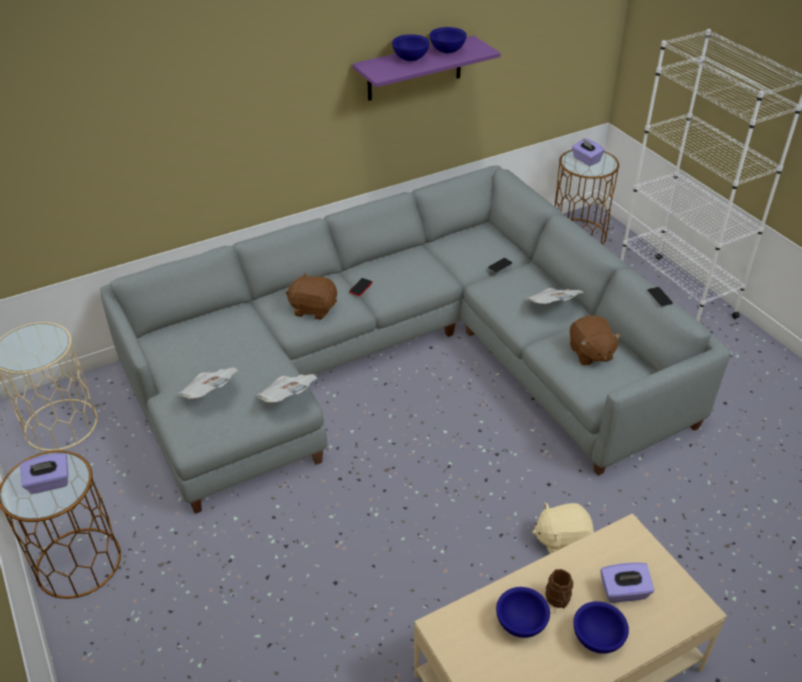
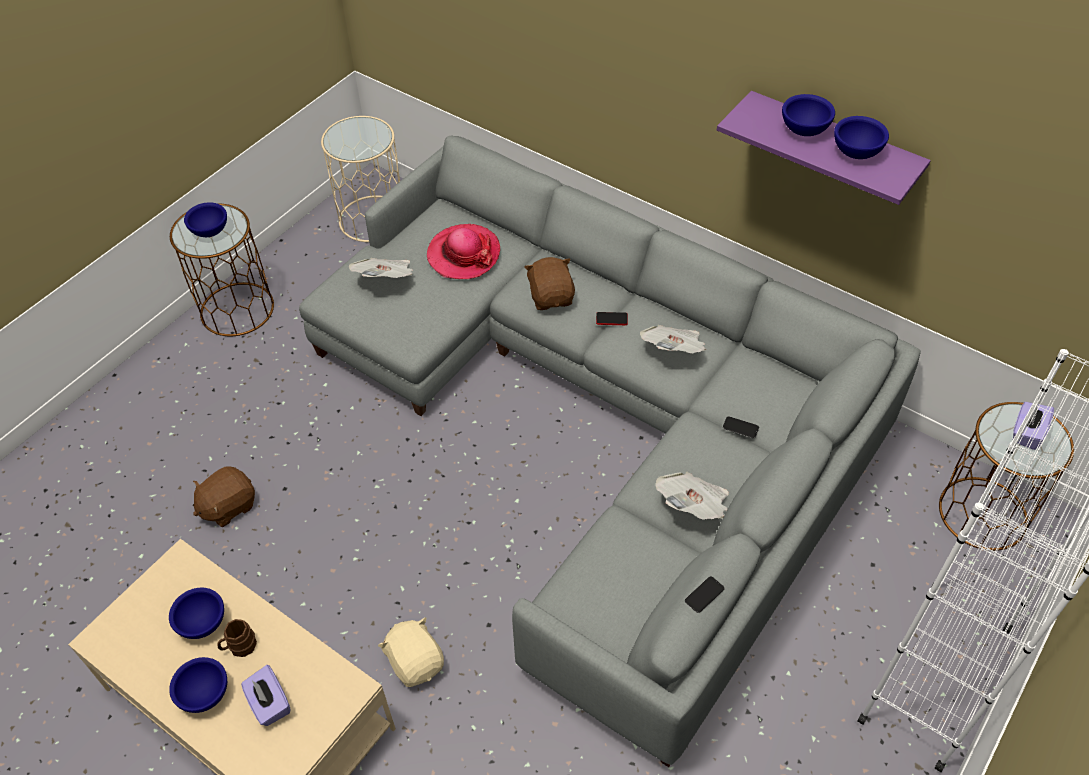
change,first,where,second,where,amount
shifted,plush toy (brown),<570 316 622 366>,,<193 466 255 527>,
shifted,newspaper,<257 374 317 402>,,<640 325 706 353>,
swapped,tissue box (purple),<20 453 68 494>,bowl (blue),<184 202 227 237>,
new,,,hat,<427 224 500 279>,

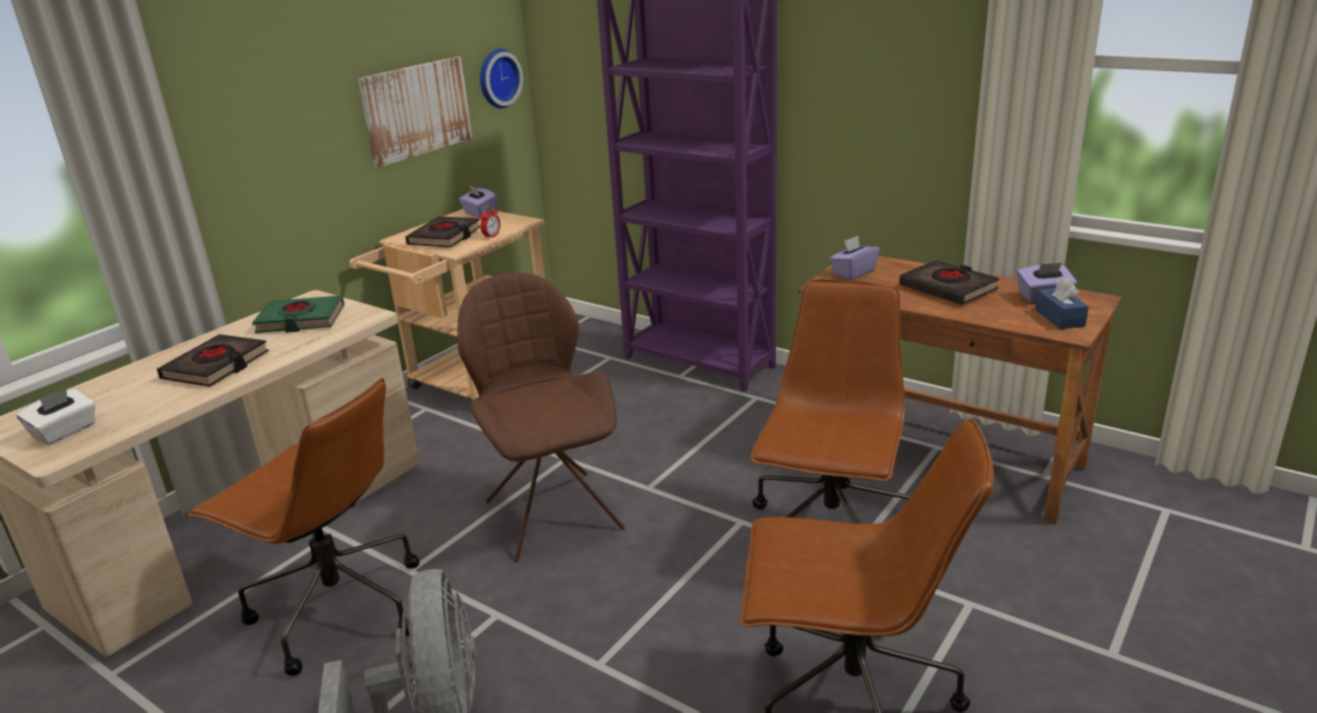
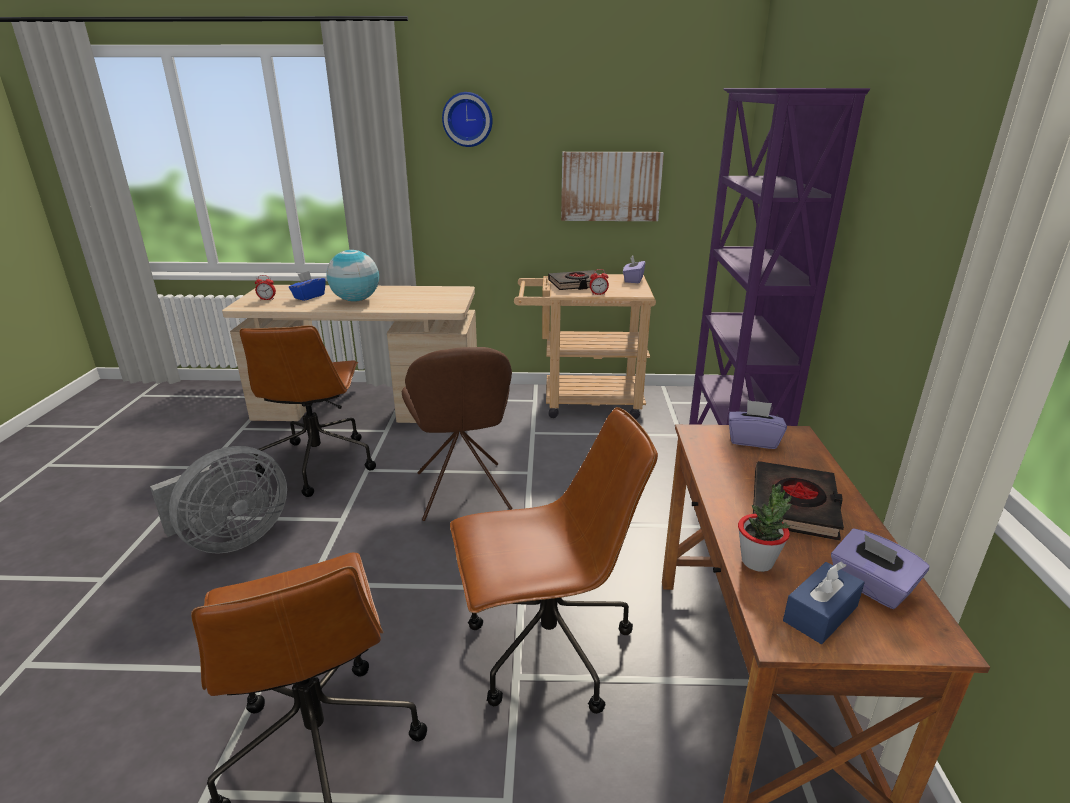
change,first,where,second,where,amount
shifted,wall clock,<480 49 523 108>,,<442 92 493 147>,
rotated,chair (brown),<457 273 625 562>,,<402 347 512 521>,135 degrees clockwise
gone,book (green),<252 295 344 333>,,,
swapped,book (black),<157 334 269 387>,globe,<326 250 379 302>,
swapped,tissue box (white),<16 388 96 445>,alarm clock,<255 275 276 300>,
new,,,tissue box (blue),<289 271 326 301>,
new,,,potted plant,<738 484 792 572>,

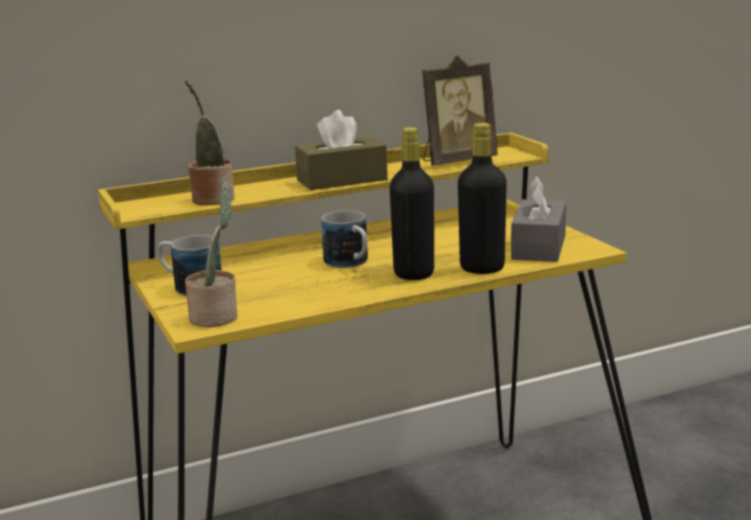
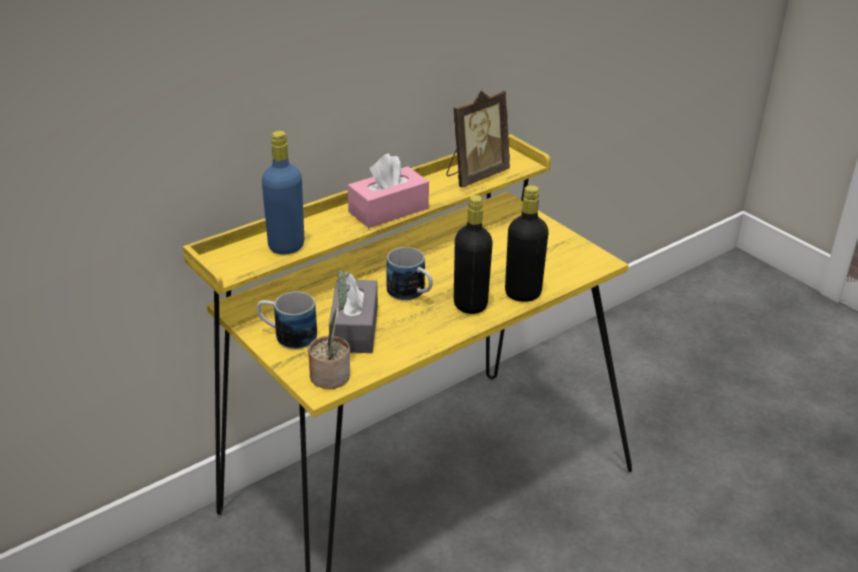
change,first,where,second,where,amount
swapped,potted plant,<185 80 235 205>,bottle (blue),<262 131 304 255>,
repainted,tissue box (brown),<295 110 388 190>,tissue box (pink),<348 153 429 228>,
shifted,tissue box (grey),<511 176 566 262>,,<329 272 378 353>,

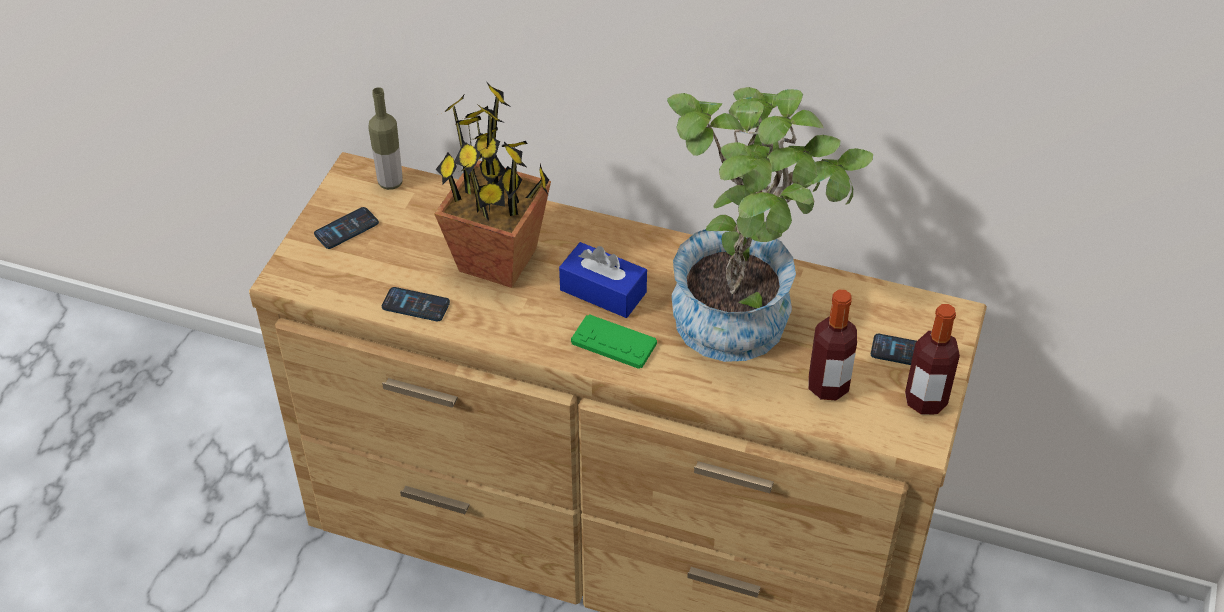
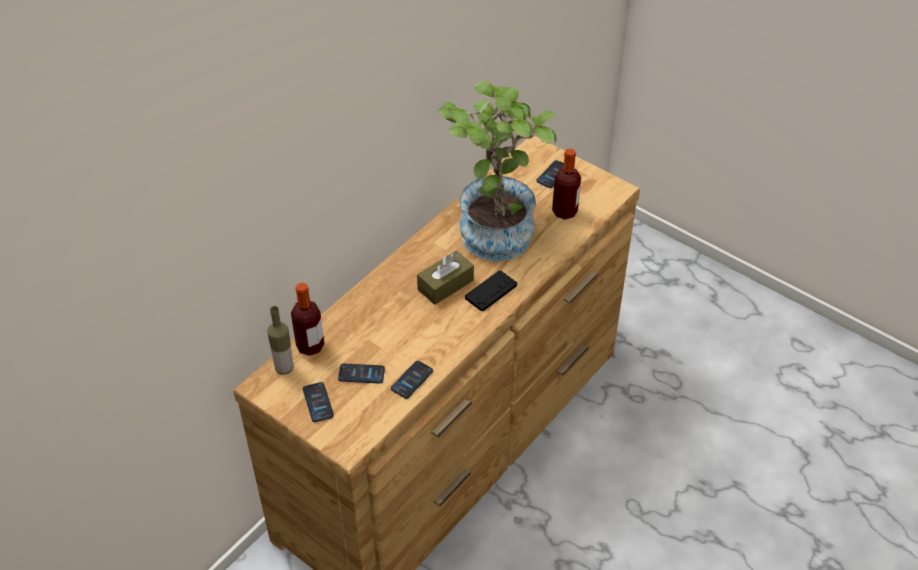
change,first,where,second,where,amount
gone,potted plant,<434 81 551 288>,,,
repainted,tissue box (blue),<559 242 647 318>,tissue box (brown),<417 251 474 305>,
shifted,bottle,<905 304 960 415>,,<291 283 324 356>,
repainted,game controller (green),<571 314 657 369>,game controller (black),<465 271 517 311>,
new,,,phone,<338 363 385 383>,

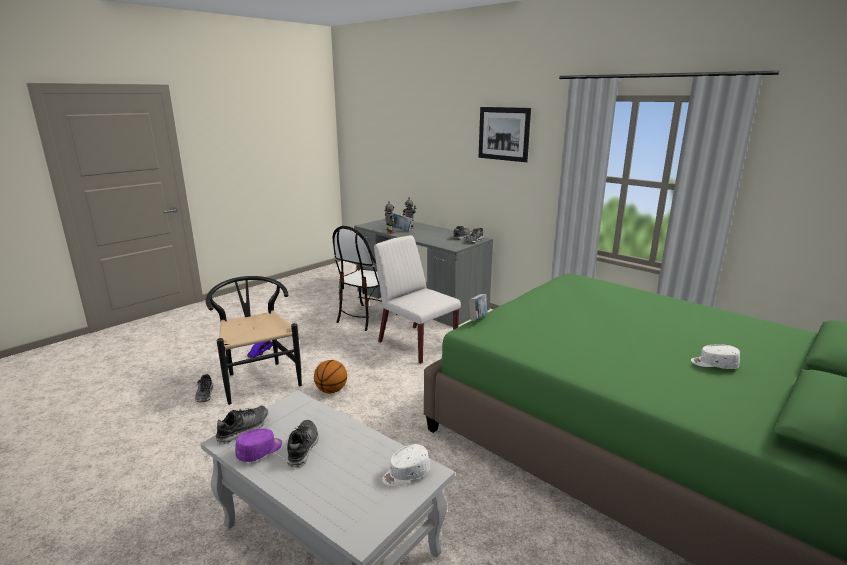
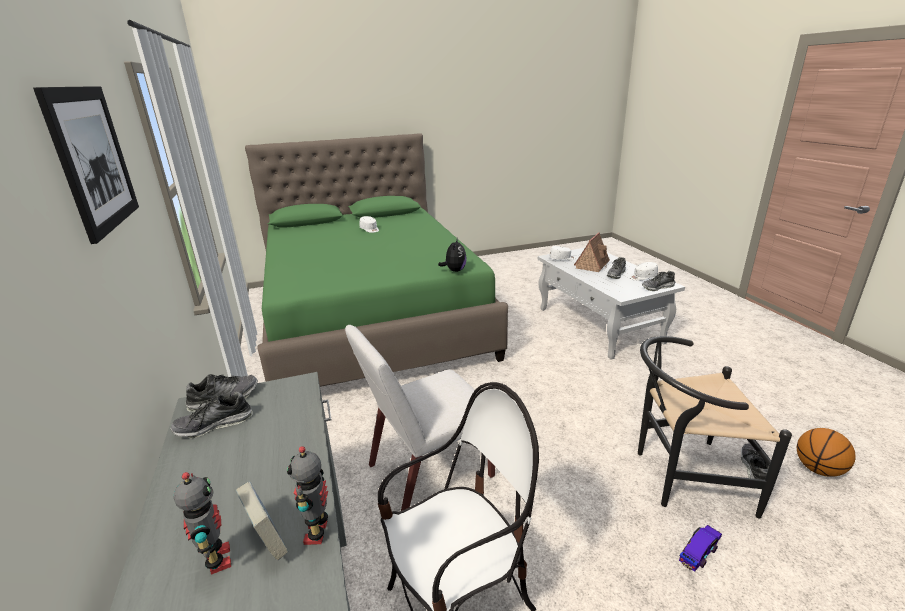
change,first,where,second,where,amount
rotated,chair (white),<374 235 461 364>,,<345 325 495 511>,75 degrees clockwise
rotated,chair (black),<206 276 302 405>,,<638 336 792 519>,90 degrees clockwise
swapped,book,<469 294 488 321>,plush toy,<438 238 467 272>,
shifted,basketball,<314 360 347 393>,,<797 428 856 477>,
repainted,cap (purple),<235 428 282 462>,cap (white),<630 262 658 281>,
new,,,toy house,<574 232 610 272>,

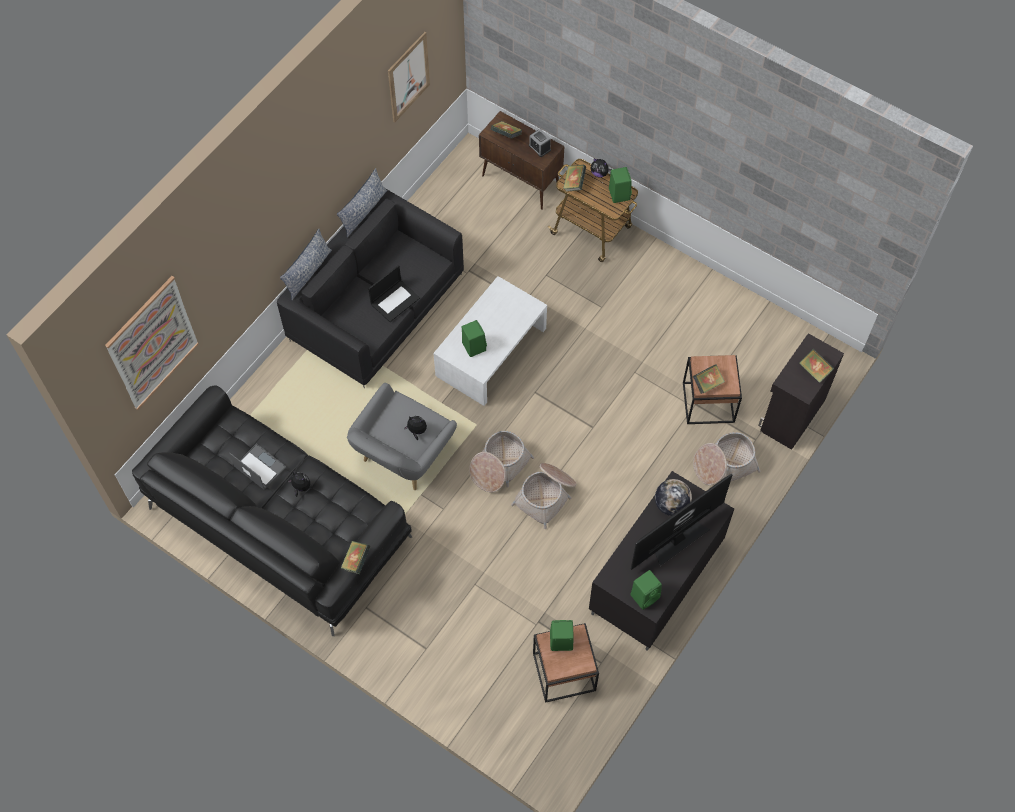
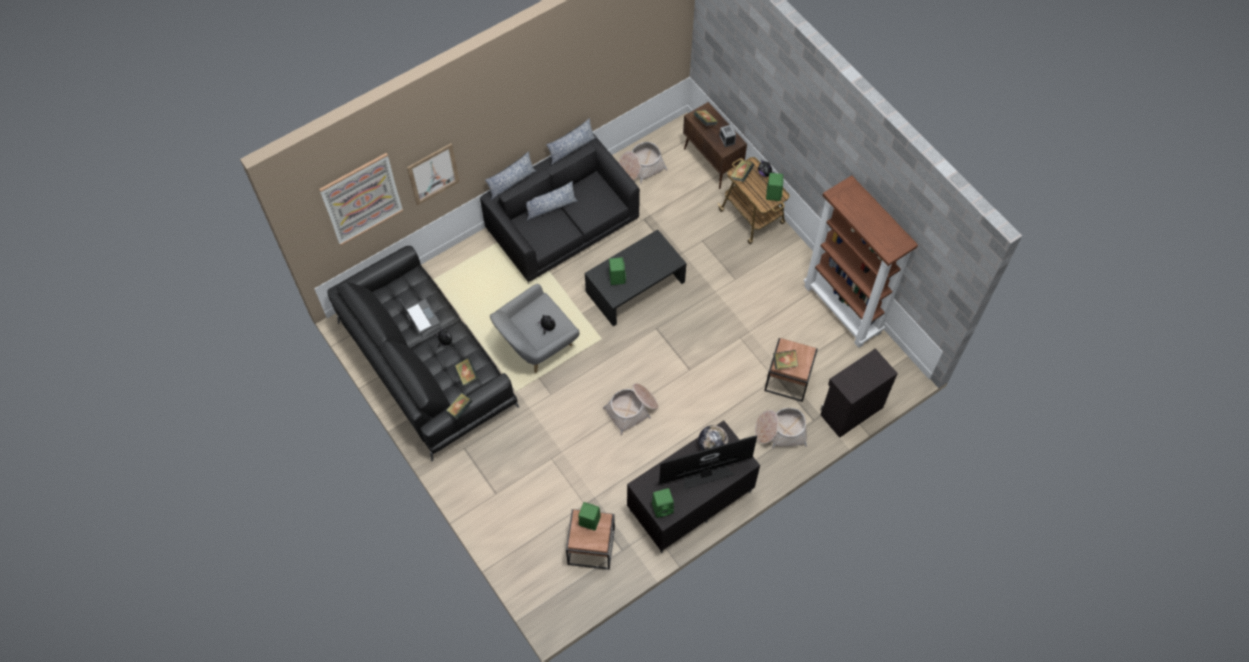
change,first,where,second,where,amount
shifted,picture,<388 32 430 123>,,<407 143 460 206>,
gone,laptop,<368 265 420 322>,,,
repainted,coffee table (white),<433 276 547 406>,coffee table (black),<585 229 687 326>,
shifted,book,<799 349 834 383>,,<455 358 478 386>,
shifted,basket,<469 431 534 492>,,<618 142 668 183>,
new,,,bookcase (brown),<804 175 918 348>,
new,,,pillow,<526 181 577 221>,

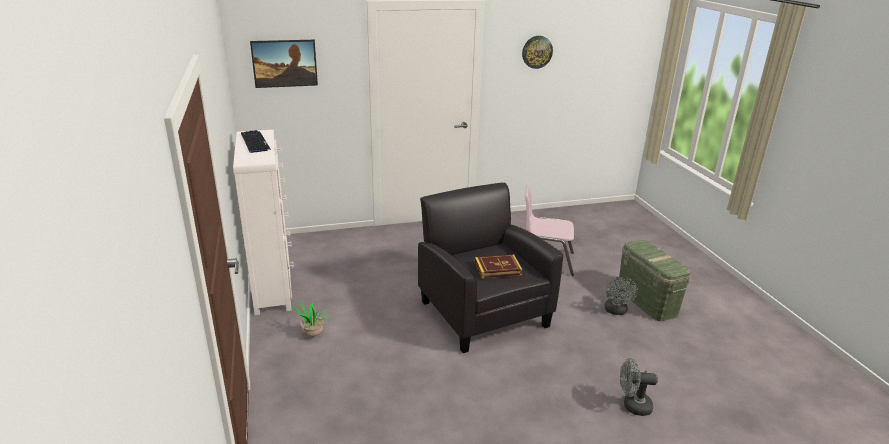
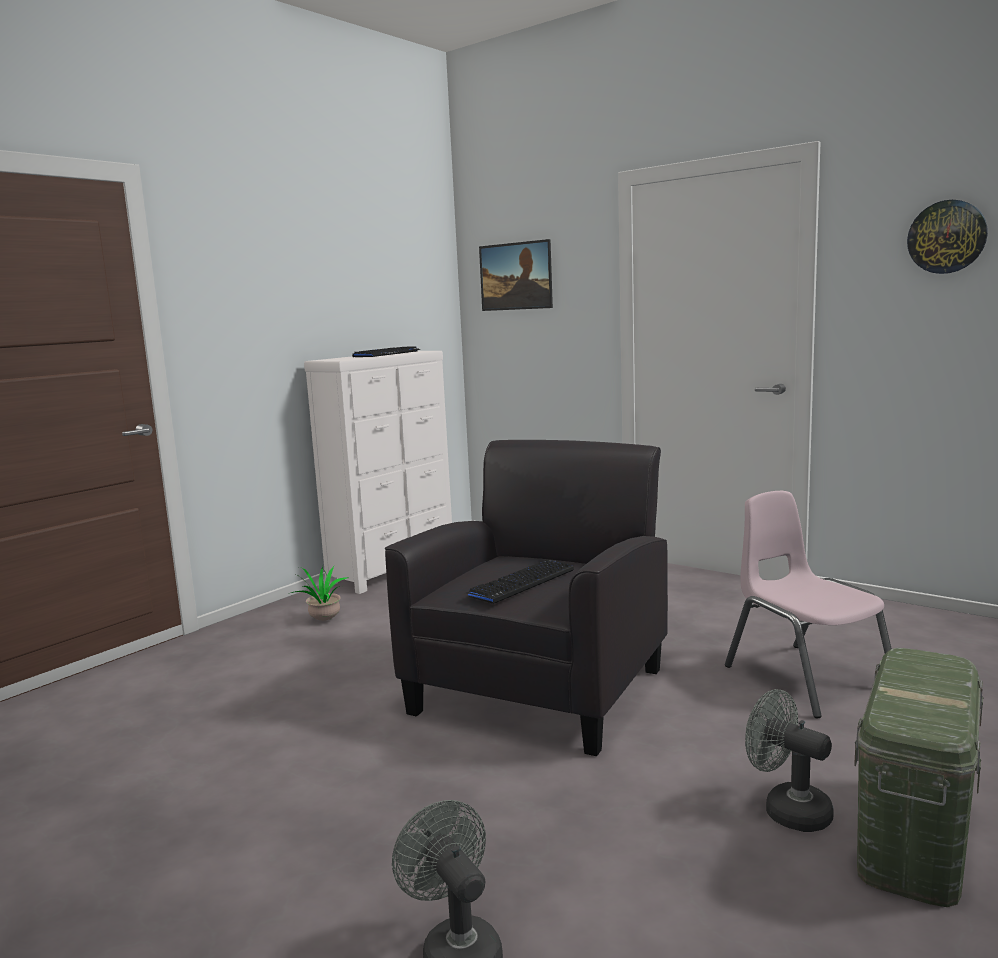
change,first,where,second,where,amount
swapped,book,<475 255 522 278>,keyboard,<464 560 574 604>,
rotated,fan (grey),<604 277 638 315>,,<745 689 834 832>,75 degrees clockwise

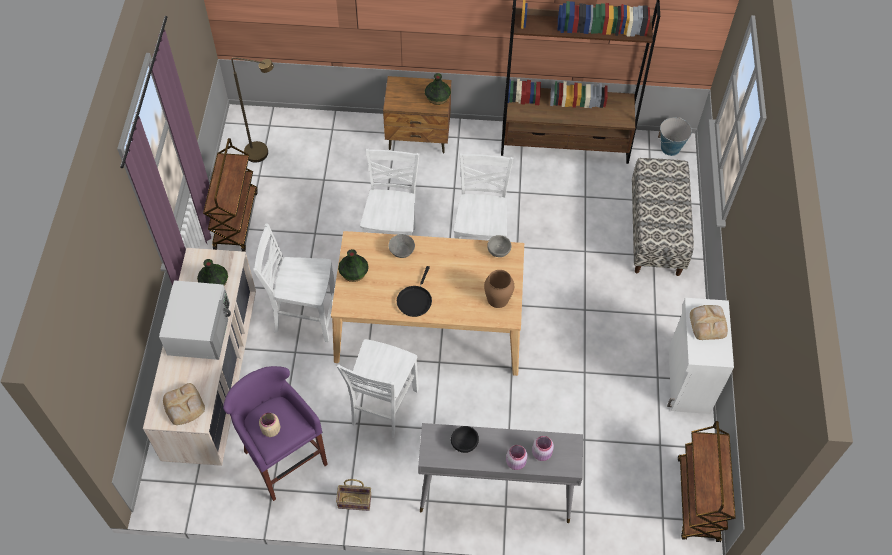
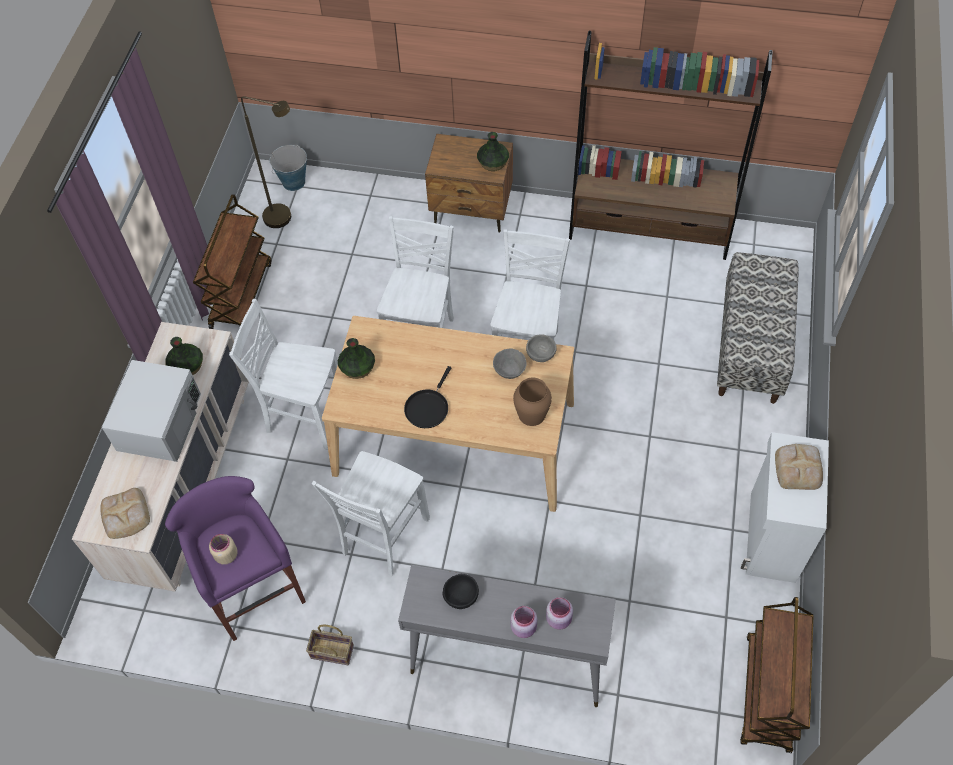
change,first,where,second,where,amount
shifted,bucket,<658 117 692 156>,,<270 145 307 191>,
shifted,bowl (grey),<388 234 415 258>,,<493 348 527 379>,

